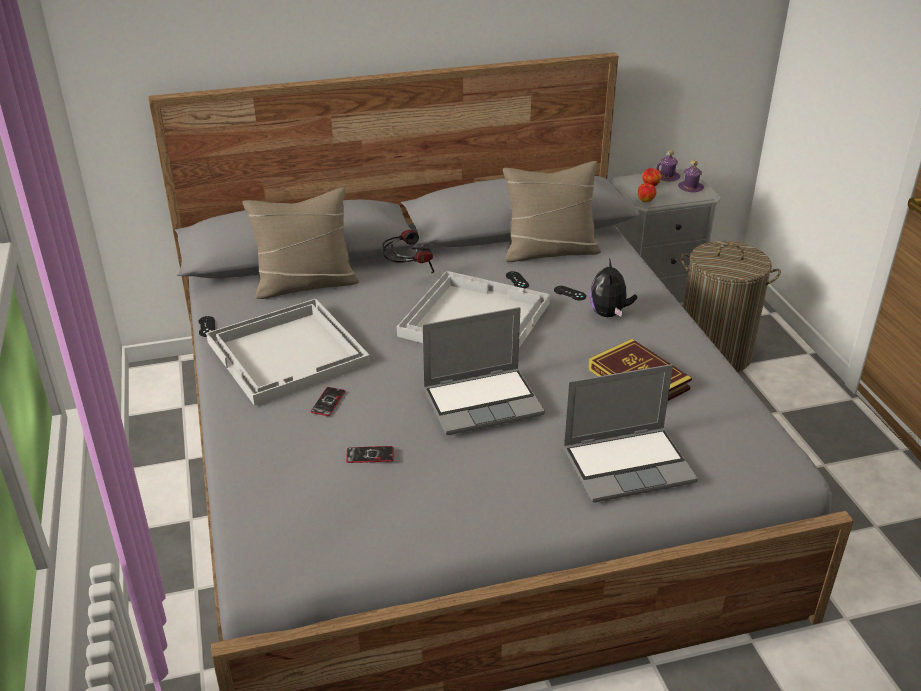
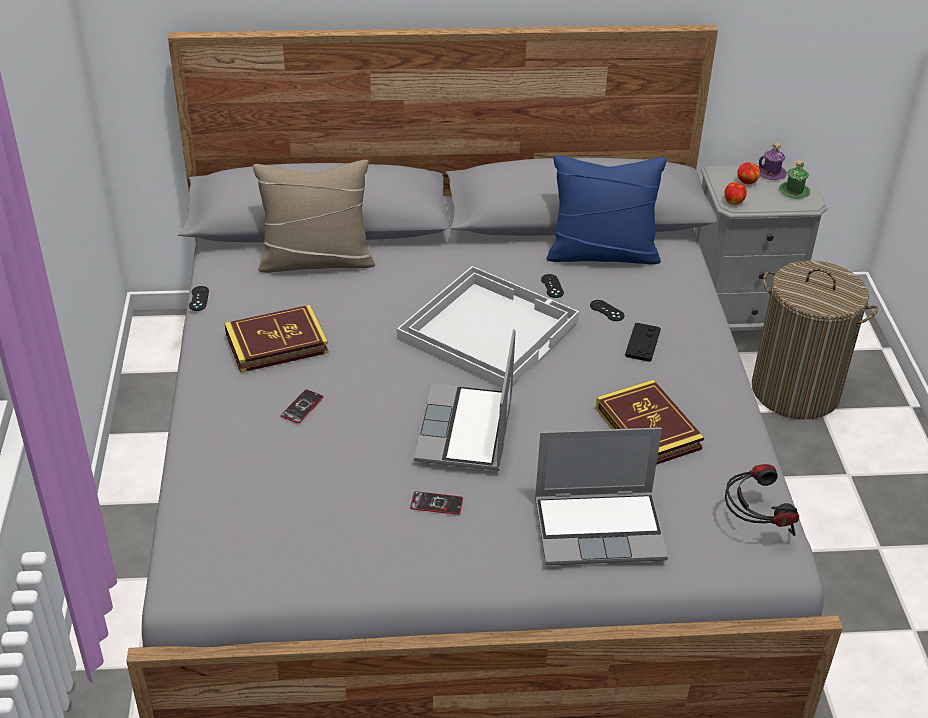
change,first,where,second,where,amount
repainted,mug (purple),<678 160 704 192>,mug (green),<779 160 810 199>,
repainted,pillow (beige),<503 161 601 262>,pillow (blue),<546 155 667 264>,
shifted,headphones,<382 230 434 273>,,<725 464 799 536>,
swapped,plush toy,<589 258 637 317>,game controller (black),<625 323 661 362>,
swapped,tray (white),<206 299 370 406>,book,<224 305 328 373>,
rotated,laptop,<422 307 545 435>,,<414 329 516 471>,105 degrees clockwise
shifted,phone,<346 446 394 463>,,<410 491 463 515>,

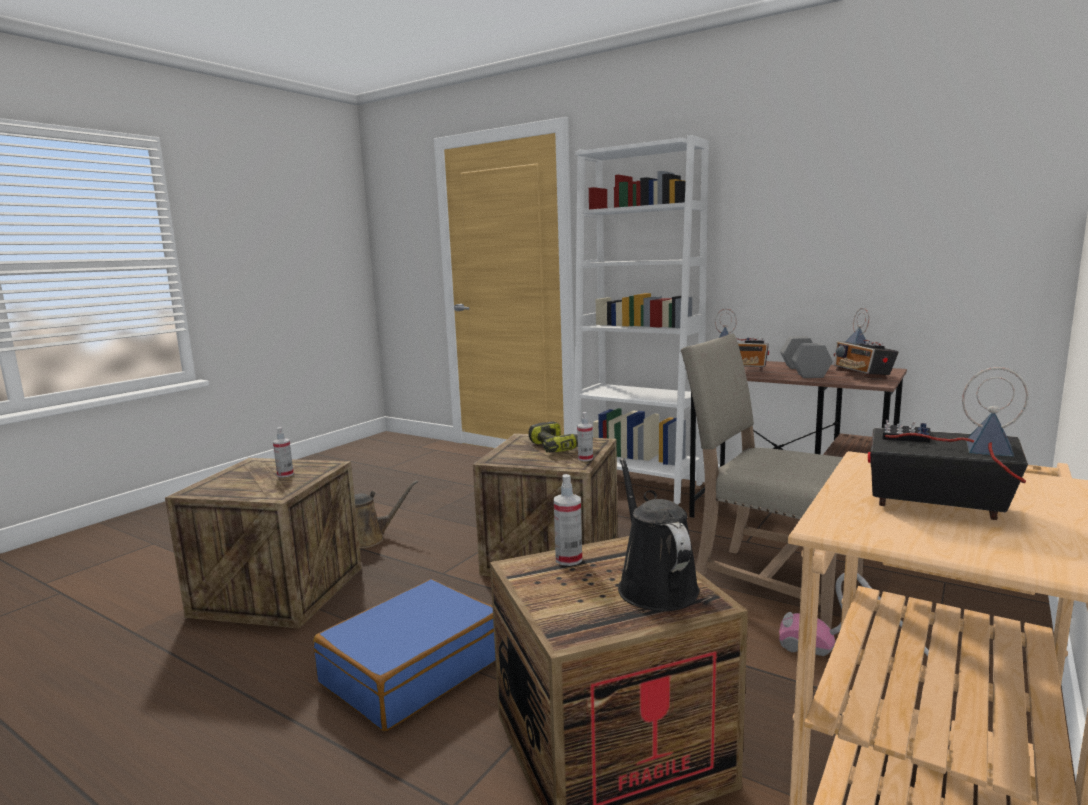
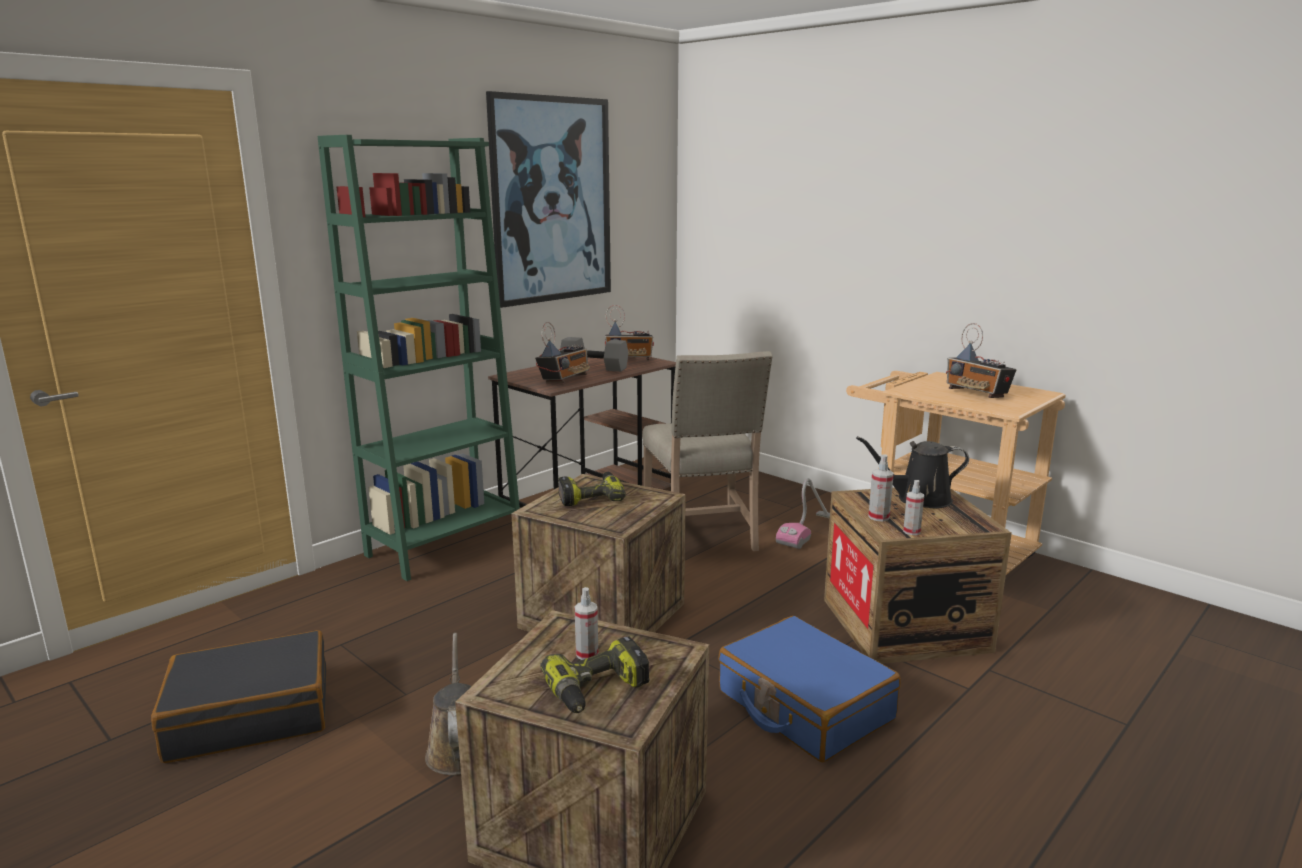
change,first,where,second,where,amount
repainted,bookcase (white),<574 135 709 505>,bookcase (green),<318 135 520 581>,
rotated,chair (beige),<681 334 864 629>,,<642 351 773 551>,60 degrees counterclockwise
rotated,radio,<868 367 1029 520>,,<946 323 1016 398>,75 degrees counterclockwise
shifted,spray bottle,<577 412 593 461>,,<903 480 924 535>,
new,,,picture,<486 91 611 308>,
new,,,suitcase (black),<151 630 327 763>,
new,,,power drill,<540 636 650 713>,

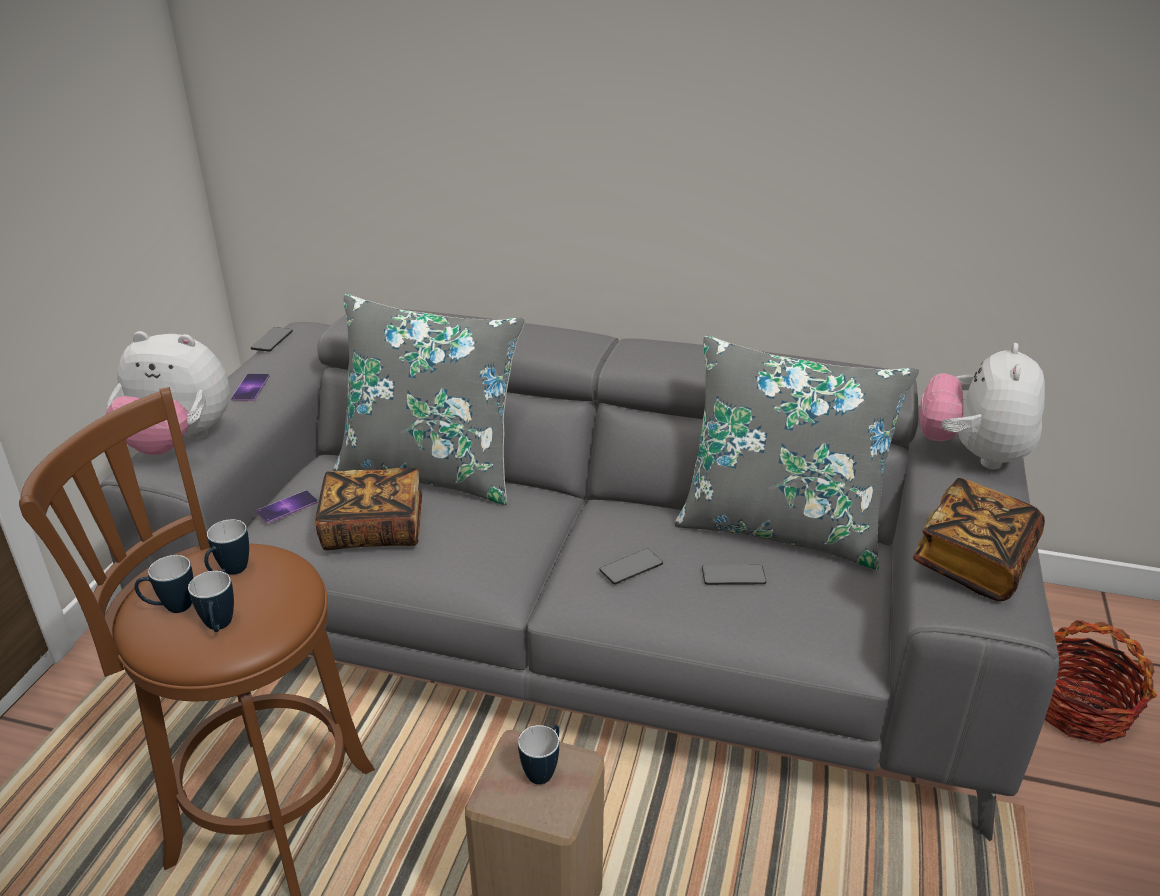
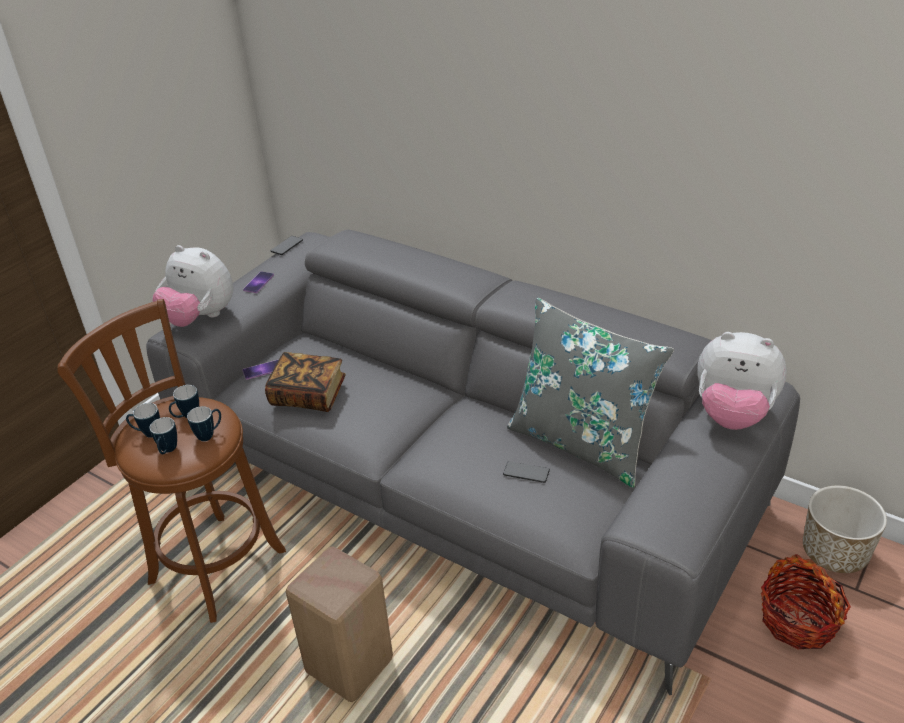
change,first,where,second,where,amount
gone,pillow (grey),<333 294 525 505>,,,
rotated,plush toy,<919 343 1045 469>,,<697 332 787 430>,105 degrees counterclockwise
gone,book,<913 478 1045 601>,,,
gone,phone,<599 548 663 584>,,,
shifted,mug,<518 725 559 784>,,<187 406 221 441>,
new,,,planter,<803 486 887 573>,

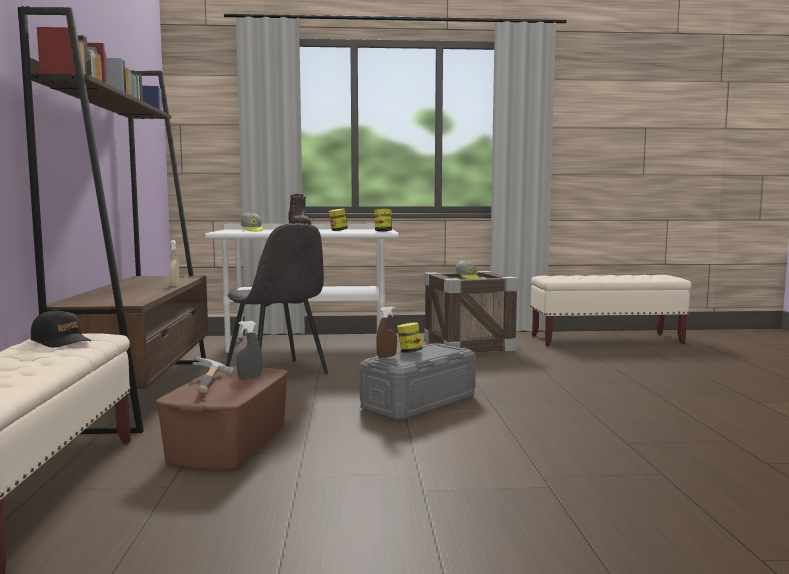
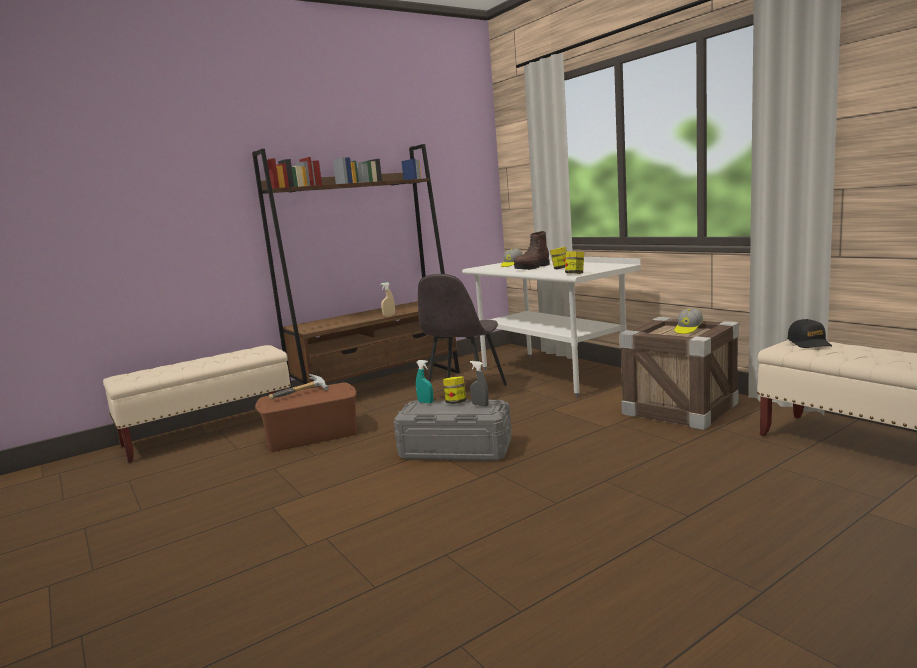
change,first,where,second,where,amount
repainted,spray bottle (brown),<376 306 397 358>,spray bottle (turquoise),<416 360 433 404>,
shifted,cap (black),<31 310 91 347>,,<787 319 832 348>,
shifted,spray bottle (grey),<236 321 262 378>,,<470 361 489 407>,

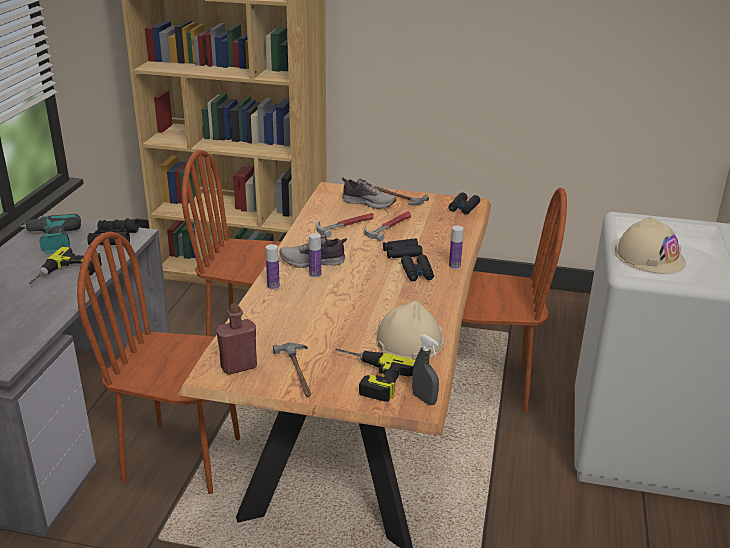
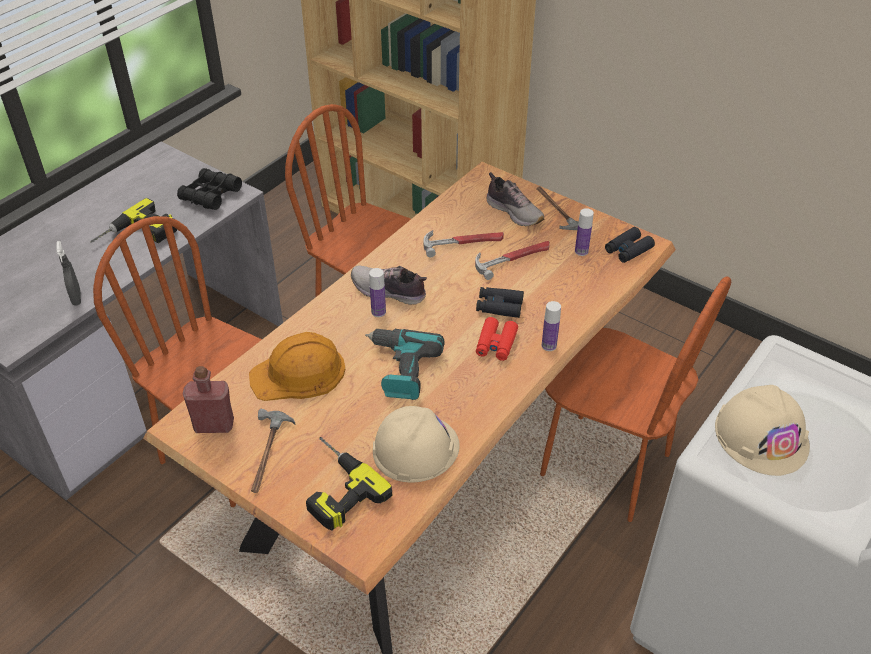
change,first,where,second,where,amount
shifted,power drill,<20 214 81 254>,,<365 329 444 400>,
shifted,bottle,<266 244 280 290>,,<575 208 594 256>,
repainted,binoculars (black),<401 255 434 281>,binoculars (red),<476 317 518 361>,
shifted,spray bottle (grey),<412 335 439 405>,,<56 241 81 306>,
new,,,hard hat (orange),<249 332 345 401>,

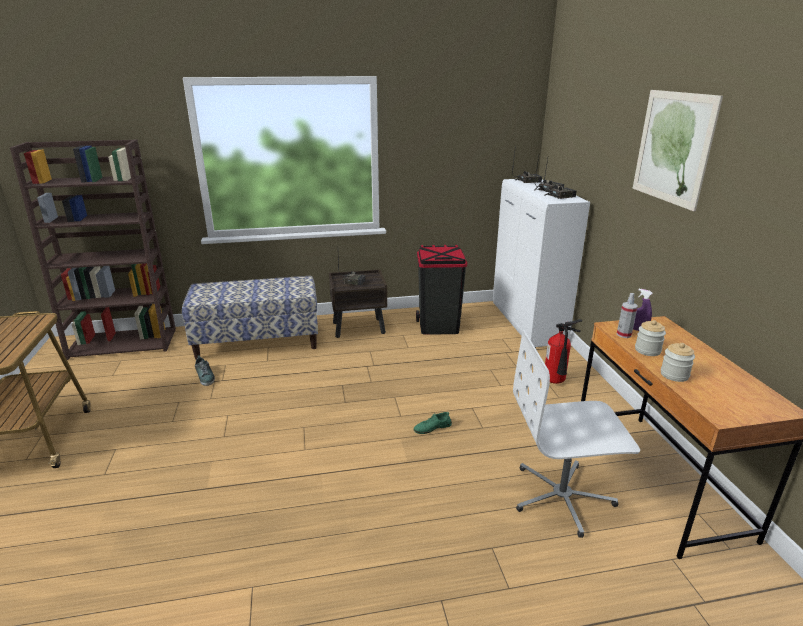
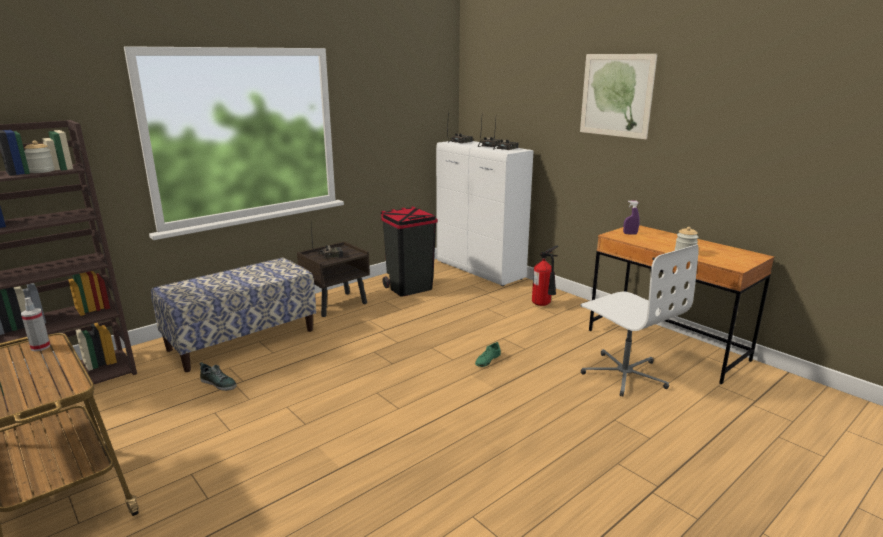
change,first,where,second,where,amount
shifted,spray bottle,<617 293 638 338>,,<21 297 50 351>,
shifted,jar,<635 320 666 356>,,<24 141 55 173>,
rotated,office chair (white),<513 330 640 538>,,<581 244 699 397>,90 degrees counterclockwise

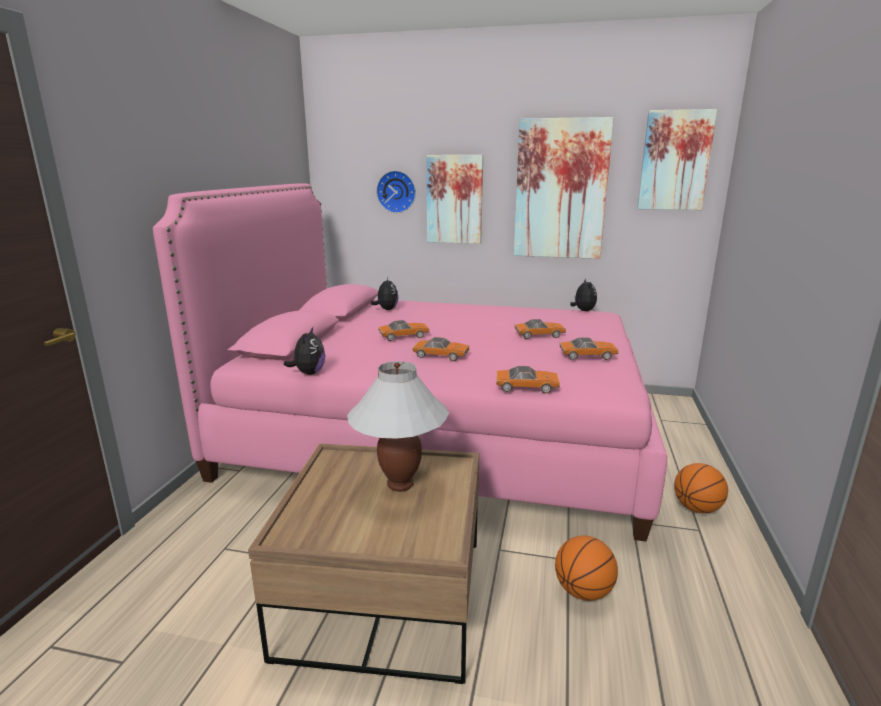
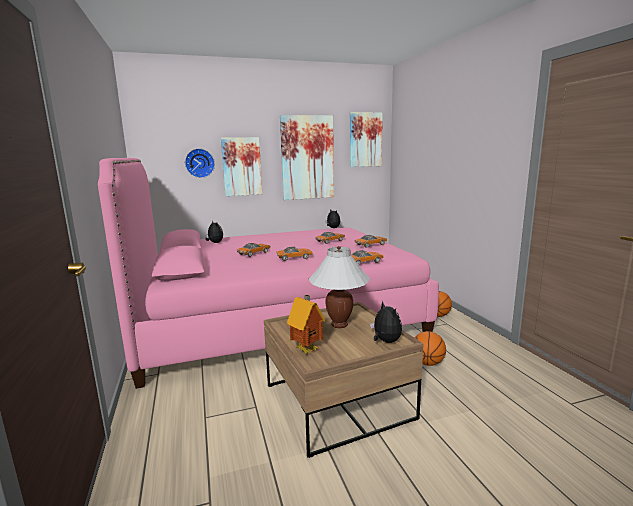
change,first,where,second,where,amount
shifted,plush toy,<284 327 325 375>,,<370 301 402 343>,
new,,,toy house,<287 295 325 354>,

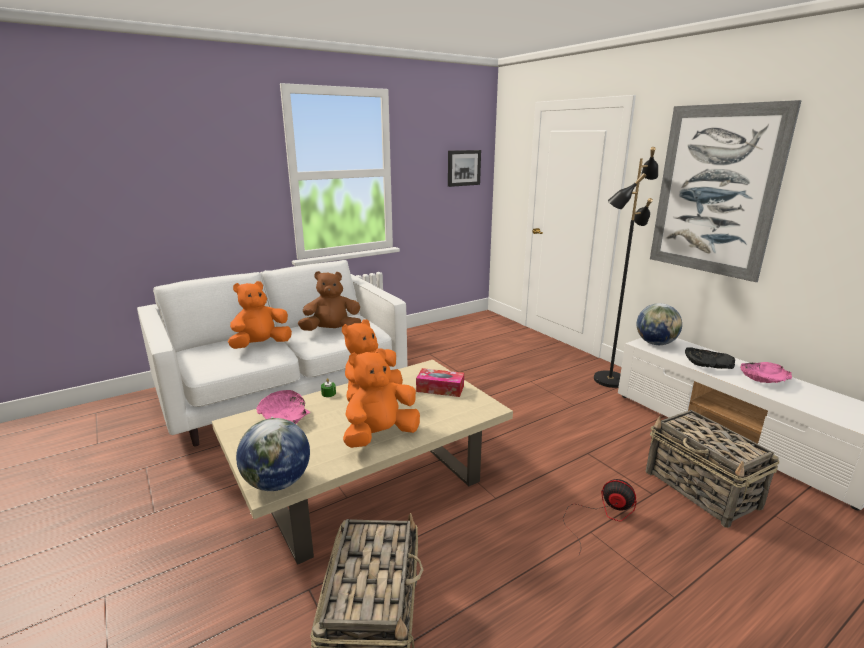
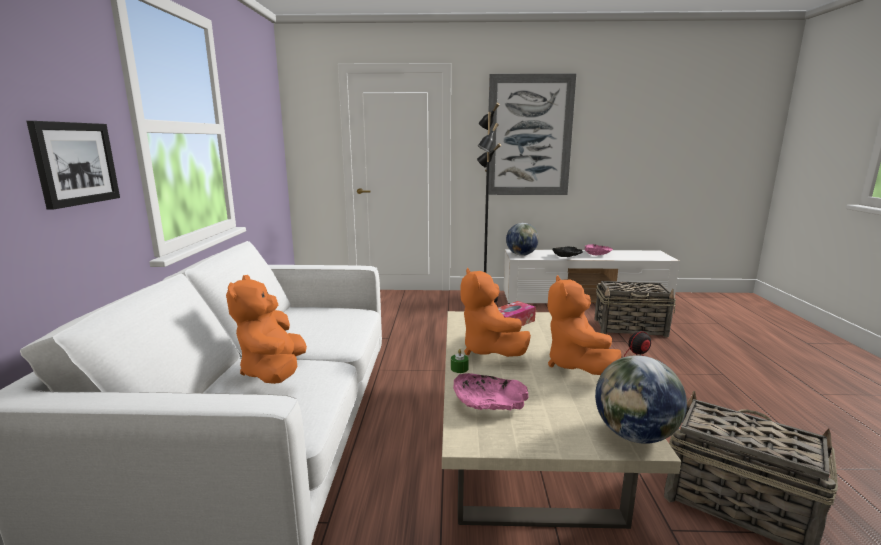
change,first,where,second,where,amount
shifted,picture,<448 150 481 187>,,<26 121 120 209>,
gone,plush toy (brown),<298 271 361 331>,,,

